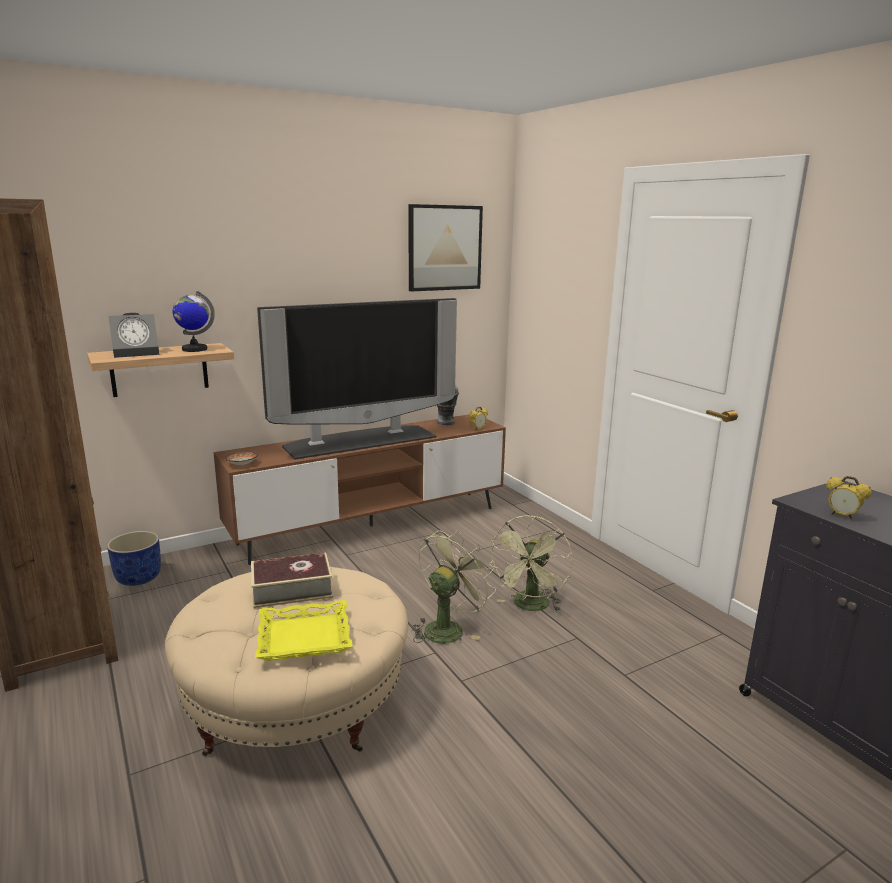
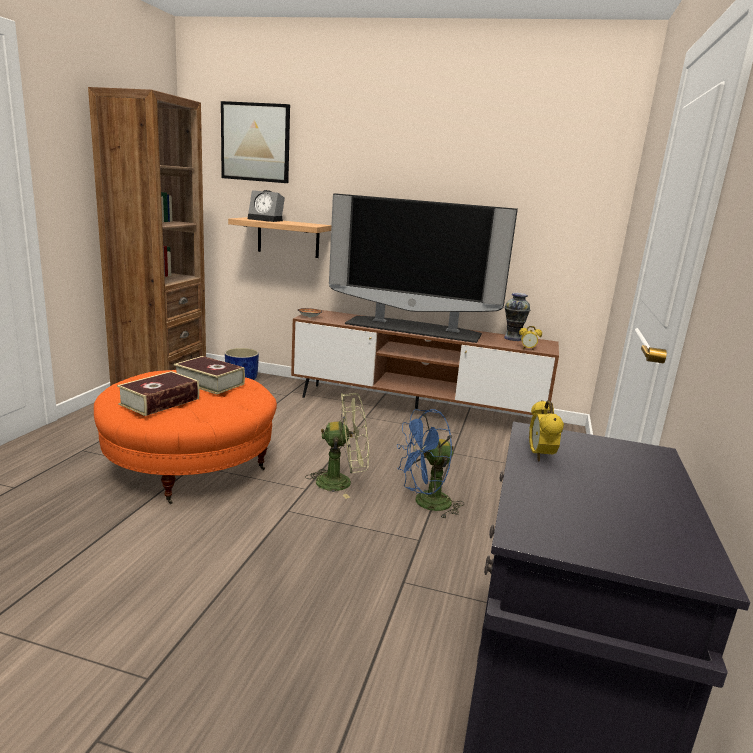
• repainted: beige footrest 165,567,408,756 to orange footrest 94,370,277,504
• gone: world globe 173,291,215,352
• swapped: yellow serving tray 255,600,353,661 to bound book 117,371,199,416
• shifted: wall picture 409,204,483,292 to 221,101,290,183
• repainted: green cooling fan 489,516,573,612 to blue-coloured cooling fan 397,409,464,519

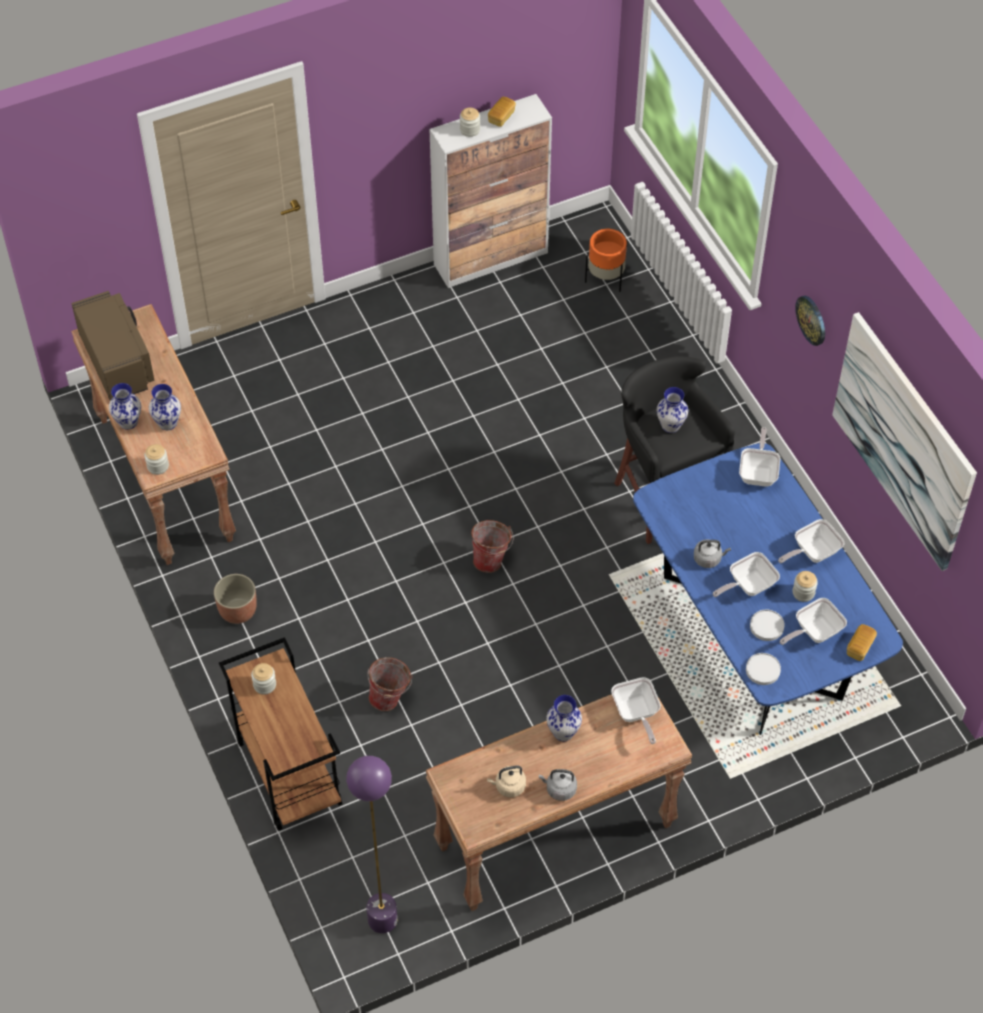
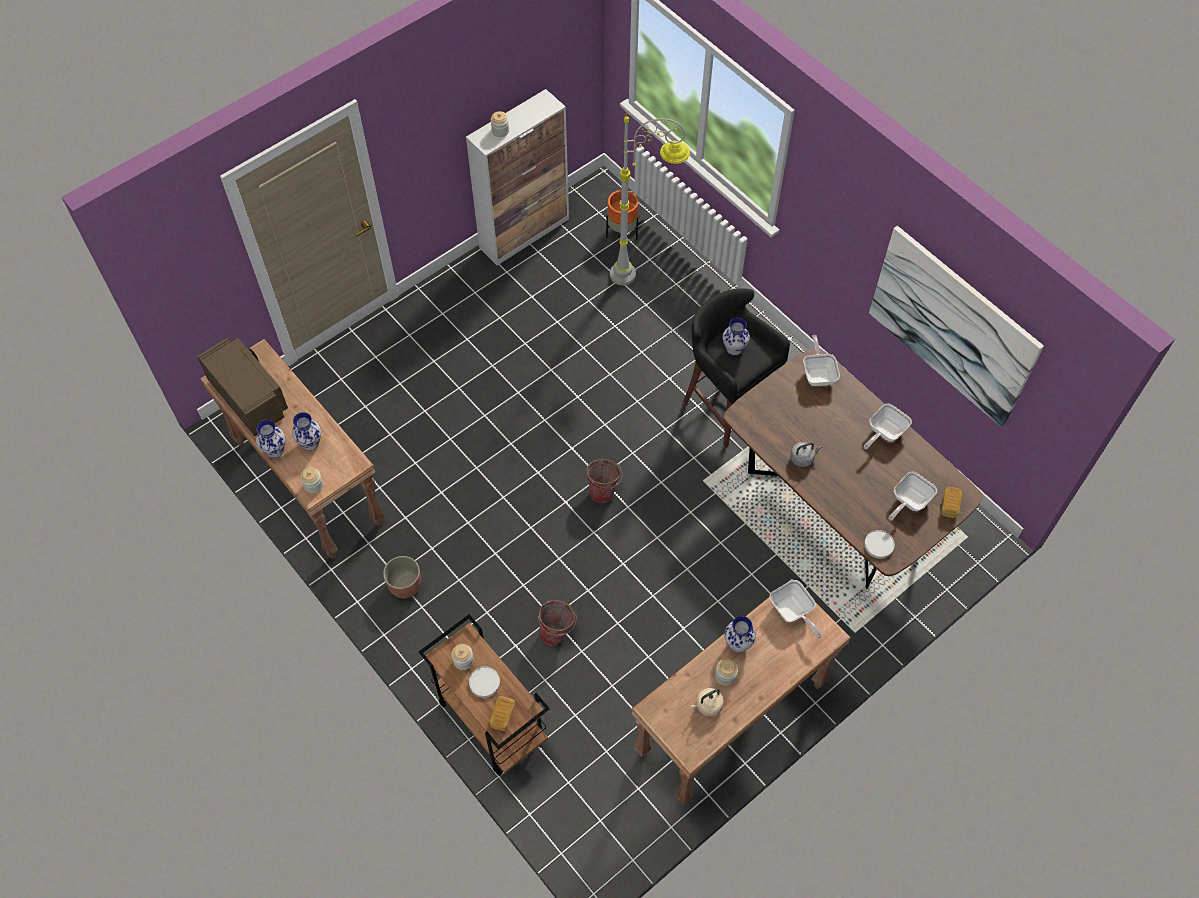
• gone: purple standard lamp 346,756,397,933
• shifted: baked bread 488,97,516,127 to 489,696,515,731
• gone: gray tea kettle 539,769,577,801
• repainted: blue-coloured dining table 633,443,903,735 to brownish dining table 724,348,982,589
• gone: frying pan 713,552,780,597
• shifted: white plate 750,610,785,641 to 469,667,500,698
• shifted: storage jar 793,571,818,602 to 715,659,738,686
• gone: hanging clock 795,296,825,346
• new: gray standard lamp 610,113,690,285

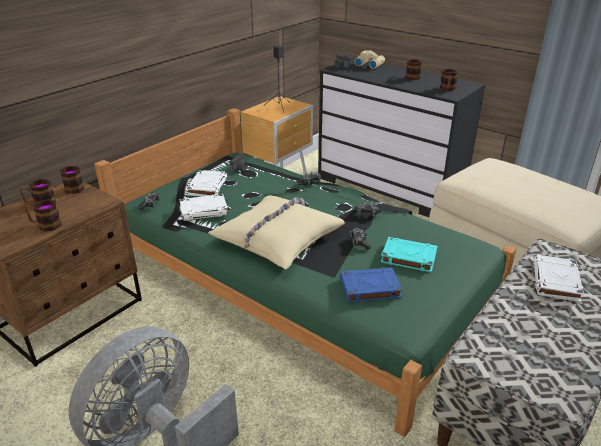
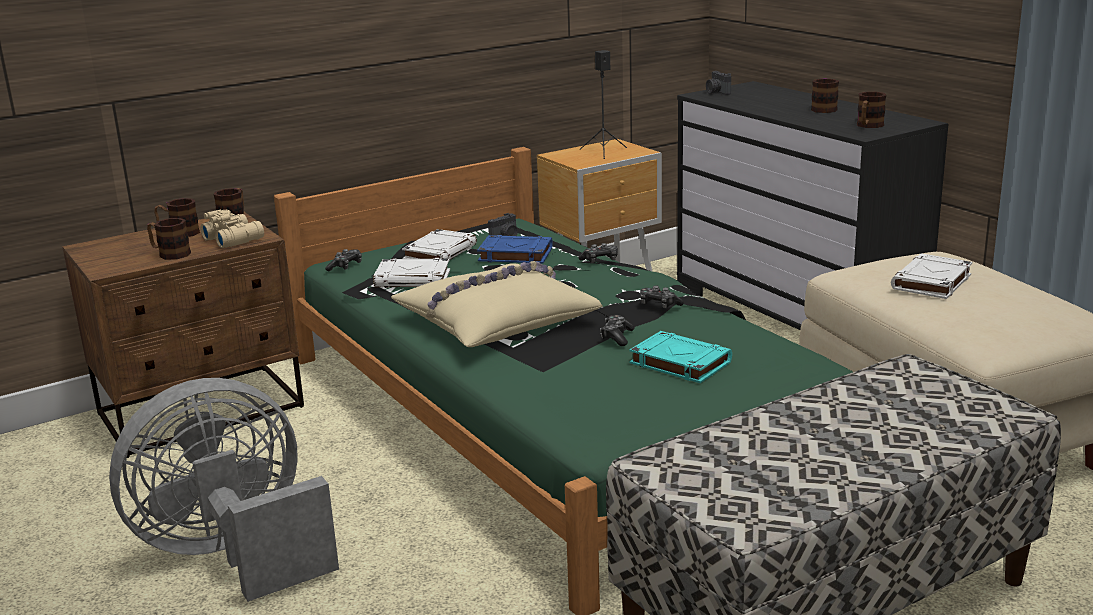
• shifted: blue-coloured bound book 340,267,403,302 to 477,235,553,264
• shifted: beige pair of binoculars 355,50,385,69 to 200,210,264,248
• shifted: white bound book 533,255,584,302 to 891,253,972,299

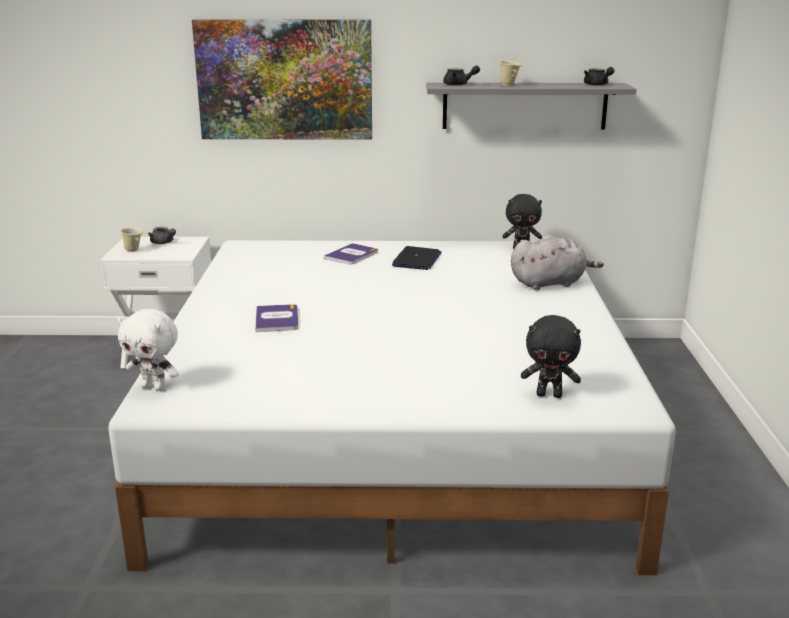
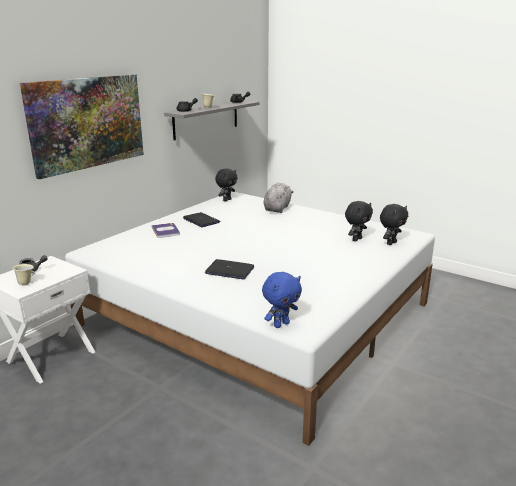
• repainted: white plush toy 117,309,179,391 to blue-coloured plush toy 262,272,302,328
• swapped: bound book 255,304,298,332 to notebook computer 205,259,254,280
• new: blackish plush toy 345,201,373,242

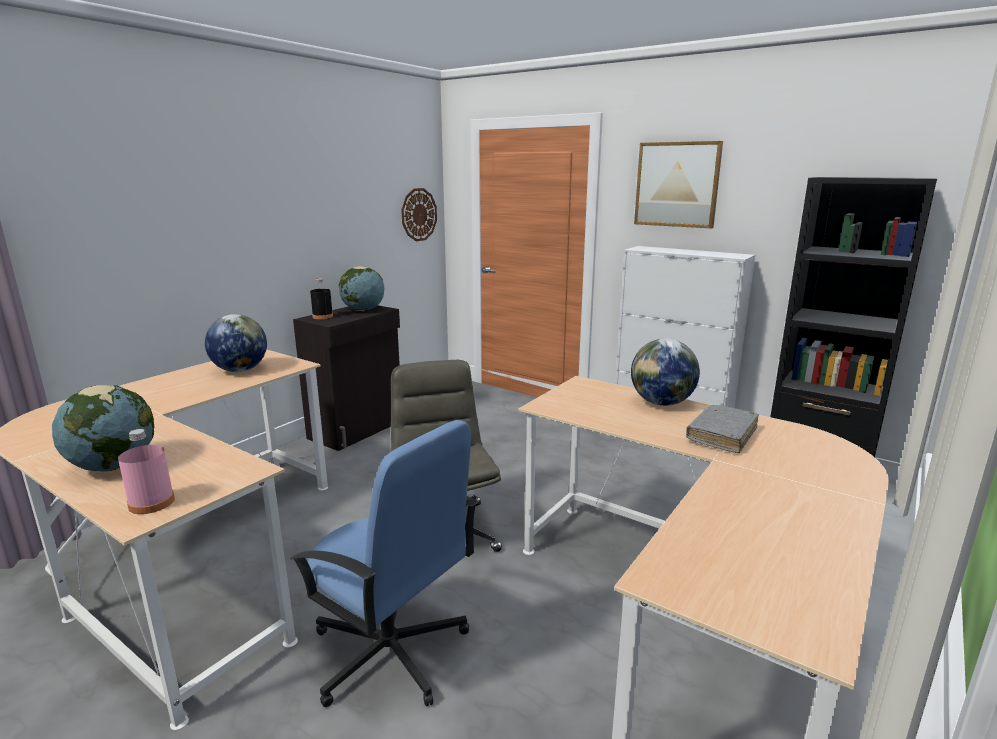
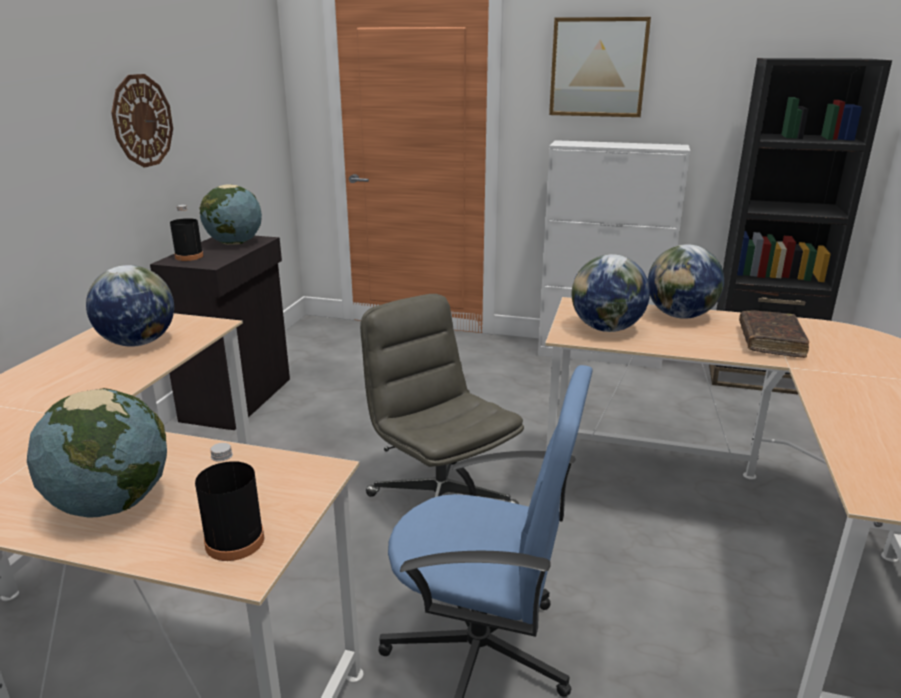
• repainted: pink beverage bottle 118,429,175,514 to blackish beverage bottle 195,443,264,561
• shifted: hanging clock 401,188,437,241 to 111,74,173,168
• repainted: gray bound book 686,405,759,453 to brownish bound book 739,310,809,358
• new: world globe 572,254,650,332

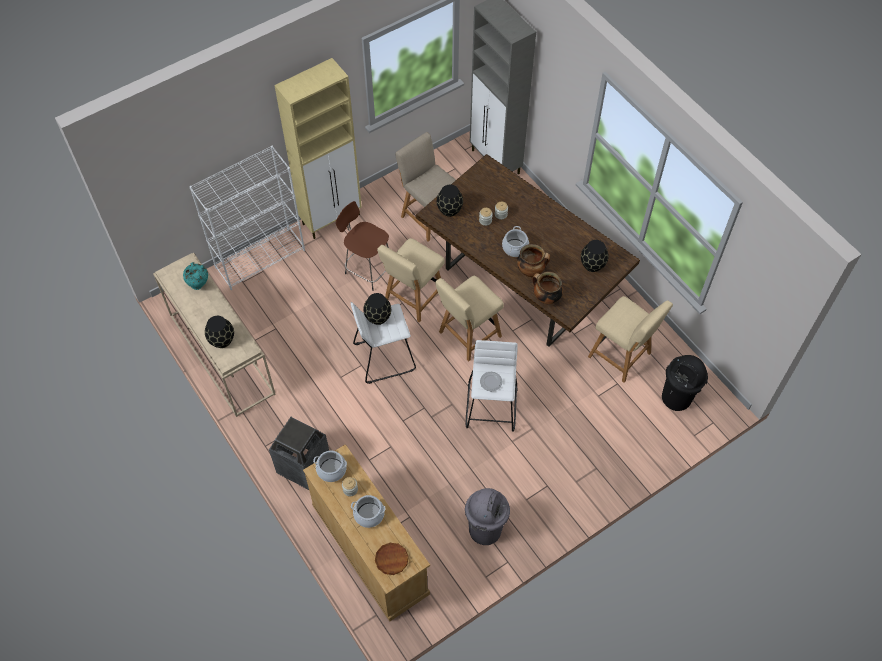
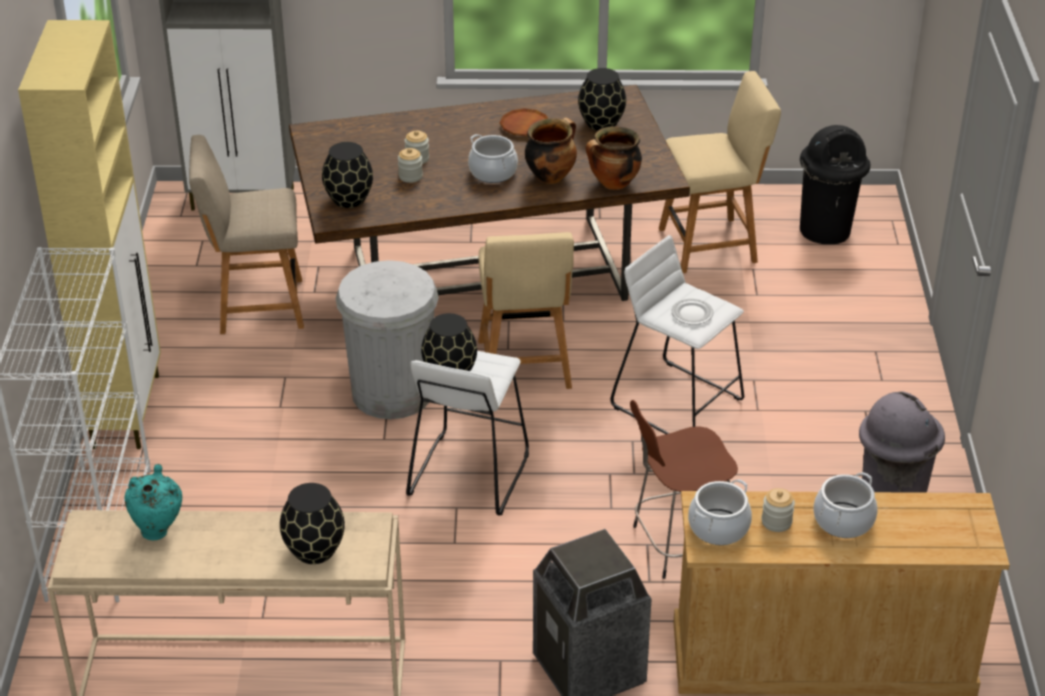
• shifted: brownish stool 336,201,389,291 to 630,400,738,579
• shifted: brownish plate 375,543,409,575 to 500,109,548,137
• swapped: beige plain chair 377,238,445,323 to white rubbish bin 336,260,439,419

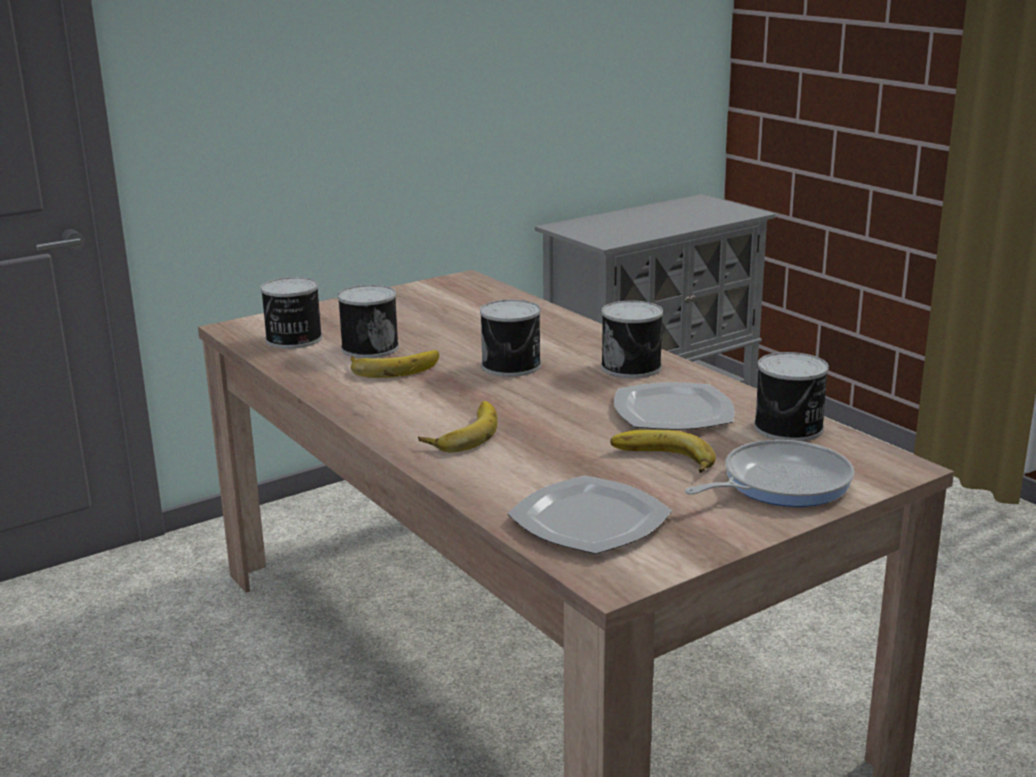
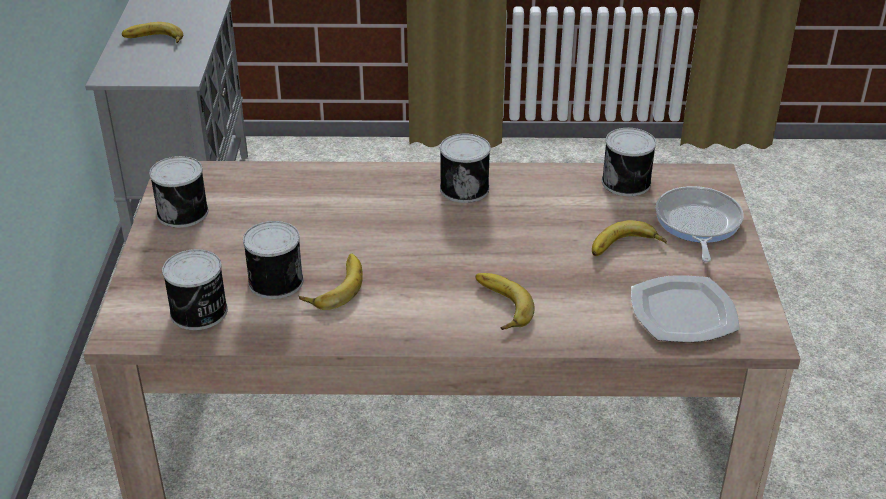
• shifted: can 480,299,541,377 to 149,156,209,228
• gone: plate 614,382,734,430
• new: banana fruit 122,22,183,43

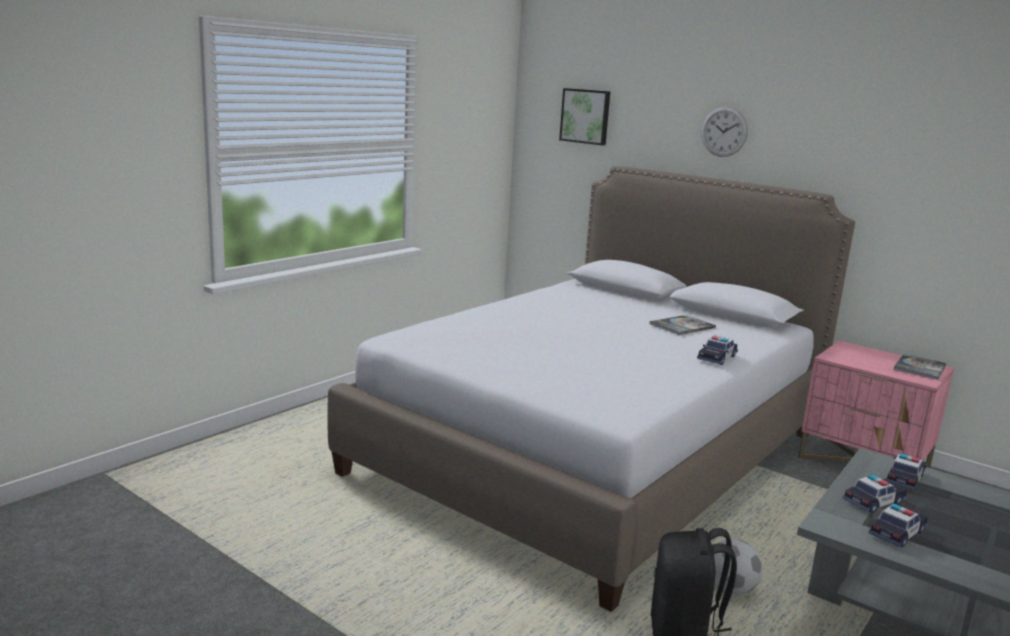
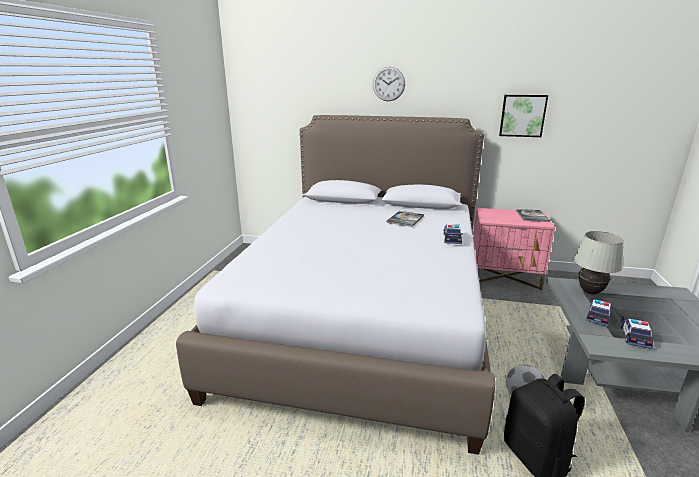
• shifted: wall picture 559,88,610,145 to 499,95,548,137
• swapped: toy car 886,454,926,491 to white tabletop lamp 574,231,624,295

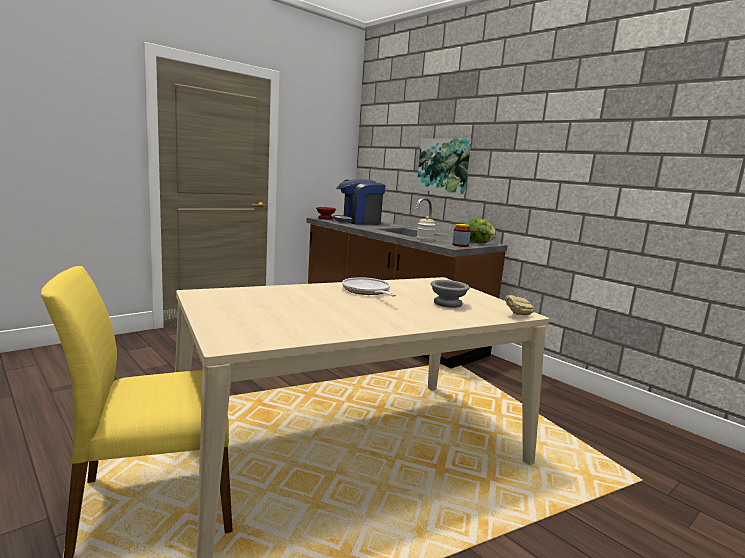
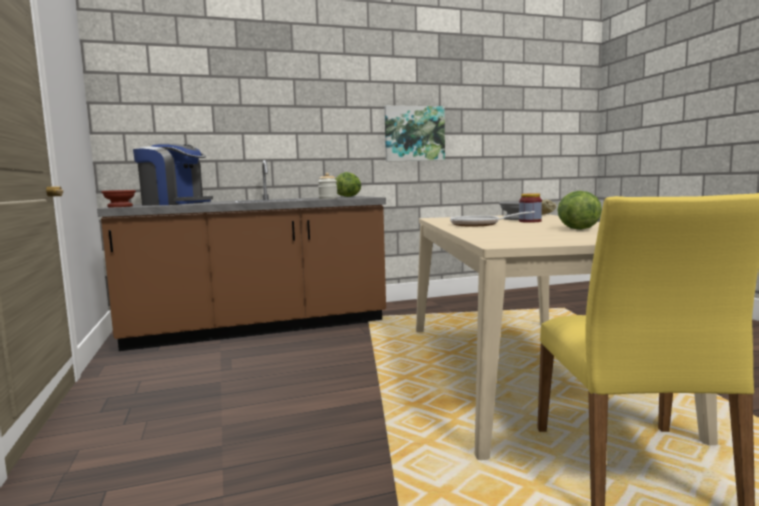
• rotated: coffee brewer 333,179,385,225 = 133,143,213,205 75 degrees counterclockwise
• shifted: wall picture 417,138,471,195 to 384,105,445,161
• shifted: storage jar 452,224,471,247 to 519,193,542,223
• new: head of lettuce 558,191,602,230

